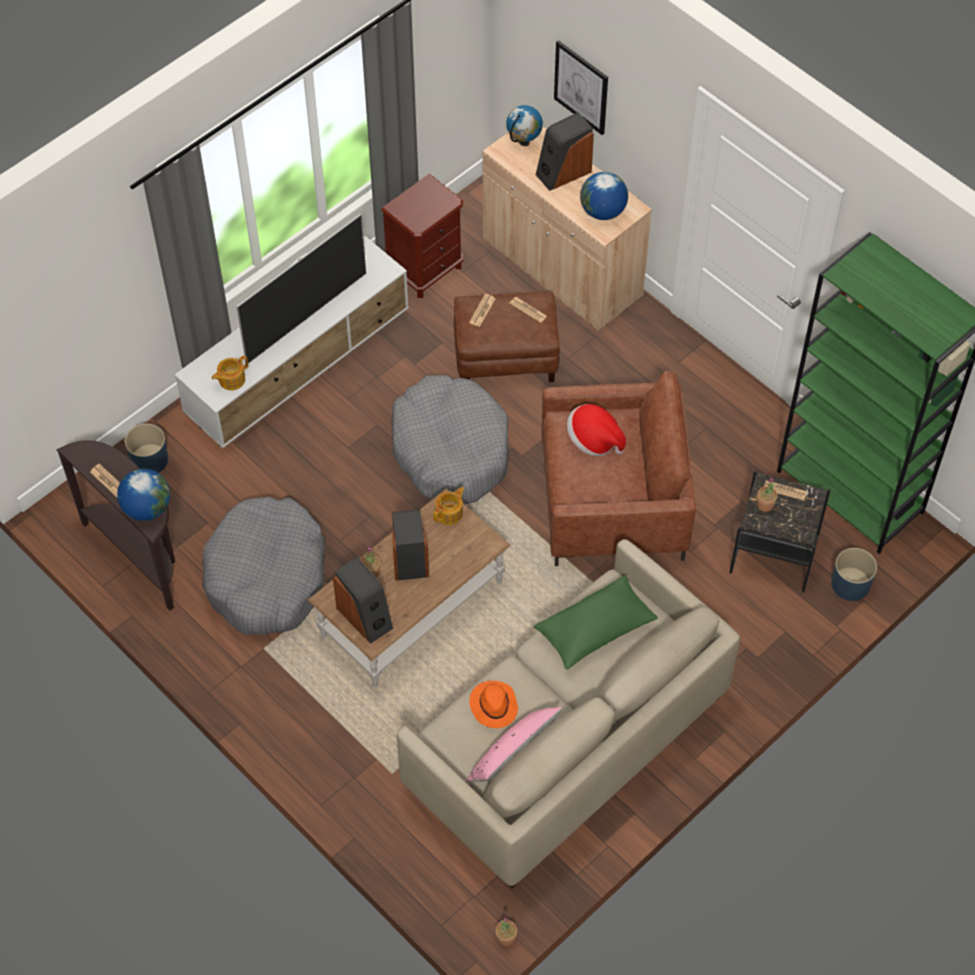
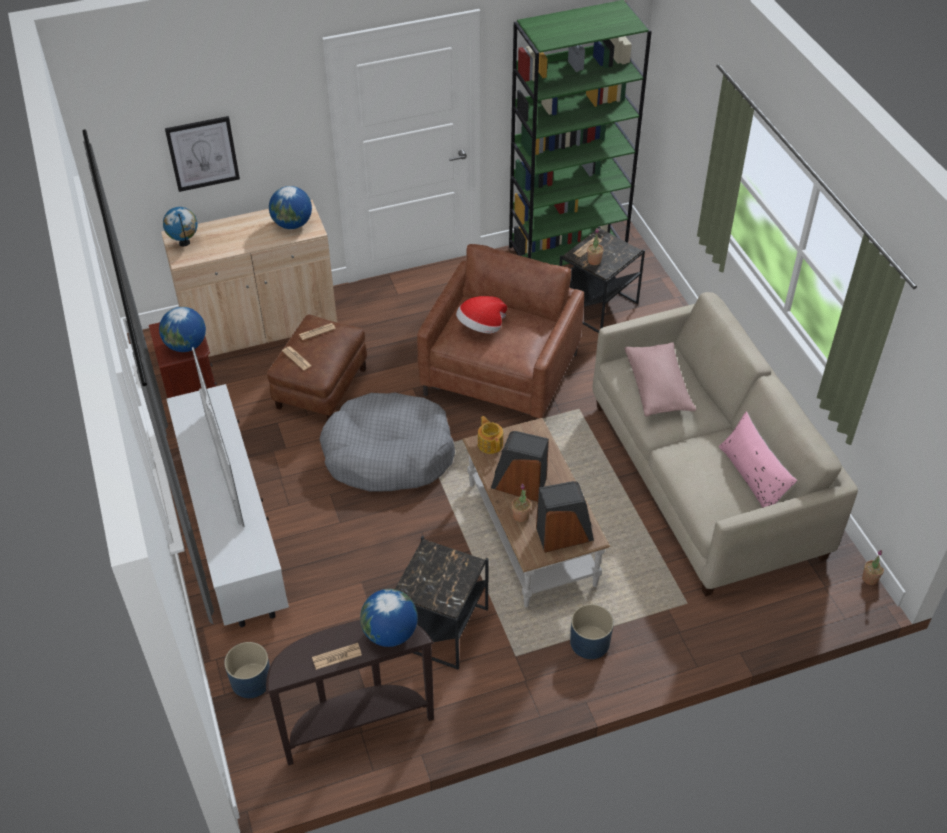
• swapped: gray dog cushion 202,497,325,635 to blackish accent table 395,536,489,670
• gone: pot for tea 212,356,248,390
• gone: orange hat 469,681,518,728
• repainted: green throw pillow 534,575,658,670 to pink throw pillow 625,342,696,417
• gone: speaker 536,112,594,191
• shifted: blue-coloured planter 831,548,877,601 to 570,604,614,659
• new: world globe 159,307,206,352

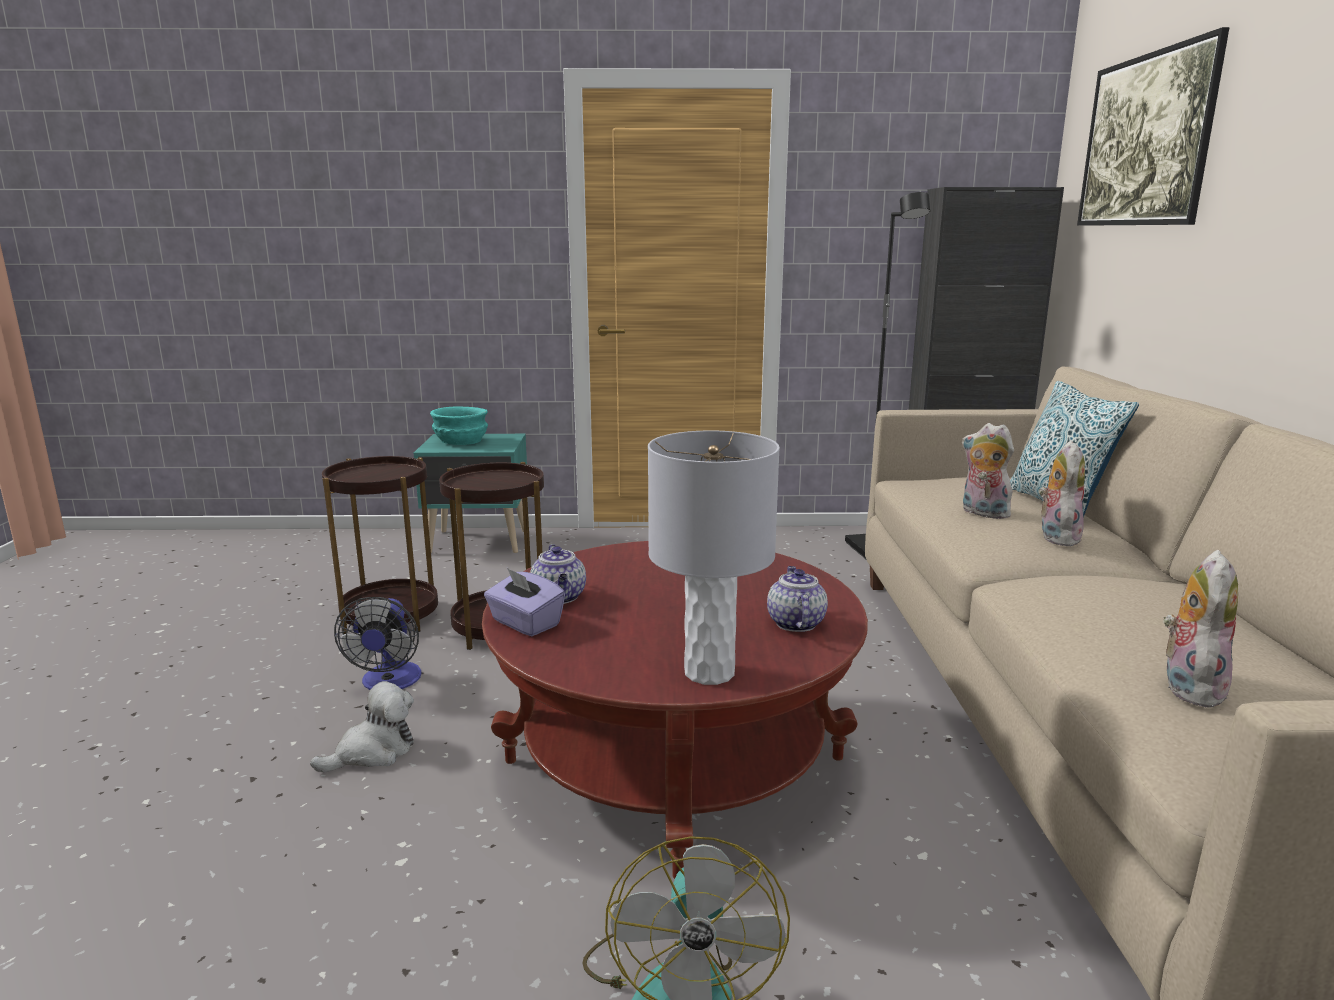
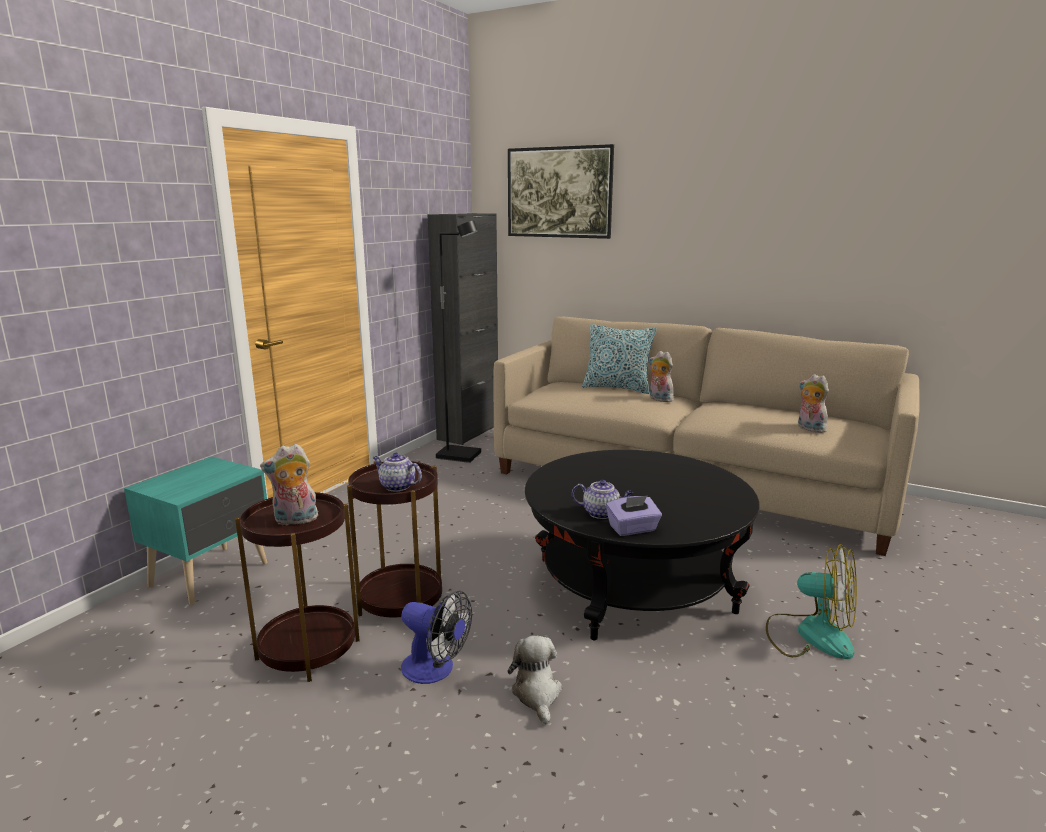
• gone: blue-green deep dish 430,406,488,445
• repainted: red coffee table 482,541,868,879 to blackish coffee table 525,450,759,640
• gone: gray tabletop lamp 648,430,780,685
• shifted: pot for tea 767,566,828,632 to 372,453,422,492
• shifted: plush toy 962,423,1014,519 to 260,444,319,526

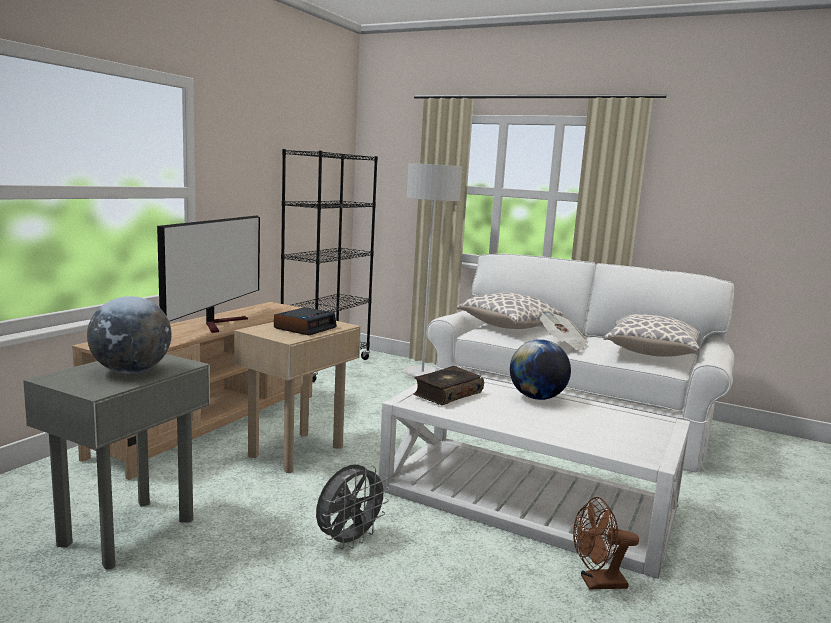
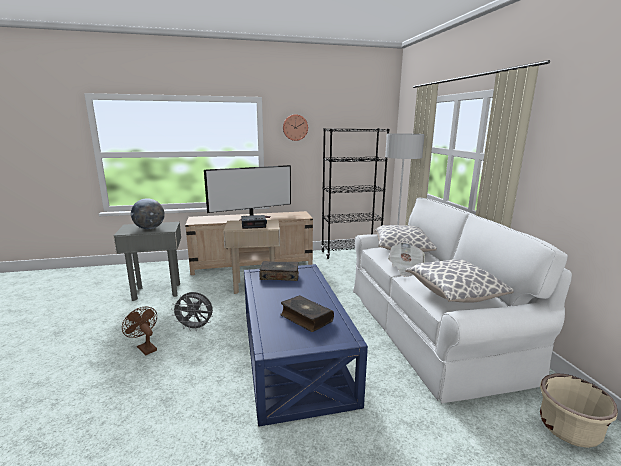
• repainted: white coffee table 379,378,690,579 to blue-coloured coffee table 244,264,368,427
• gone: world globe 510,339,571,400
• shifted: brownish cooling fan 573,497,639,590 to 122,307,157,356
• new: bound book 280,295,334,332
• new: hanging clock 283,114,308,141
• new: beige planter 540,373,618,448

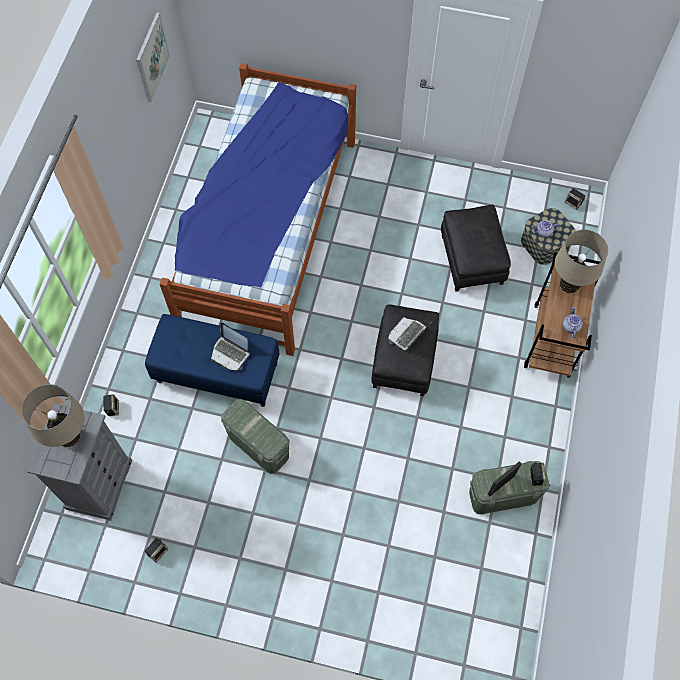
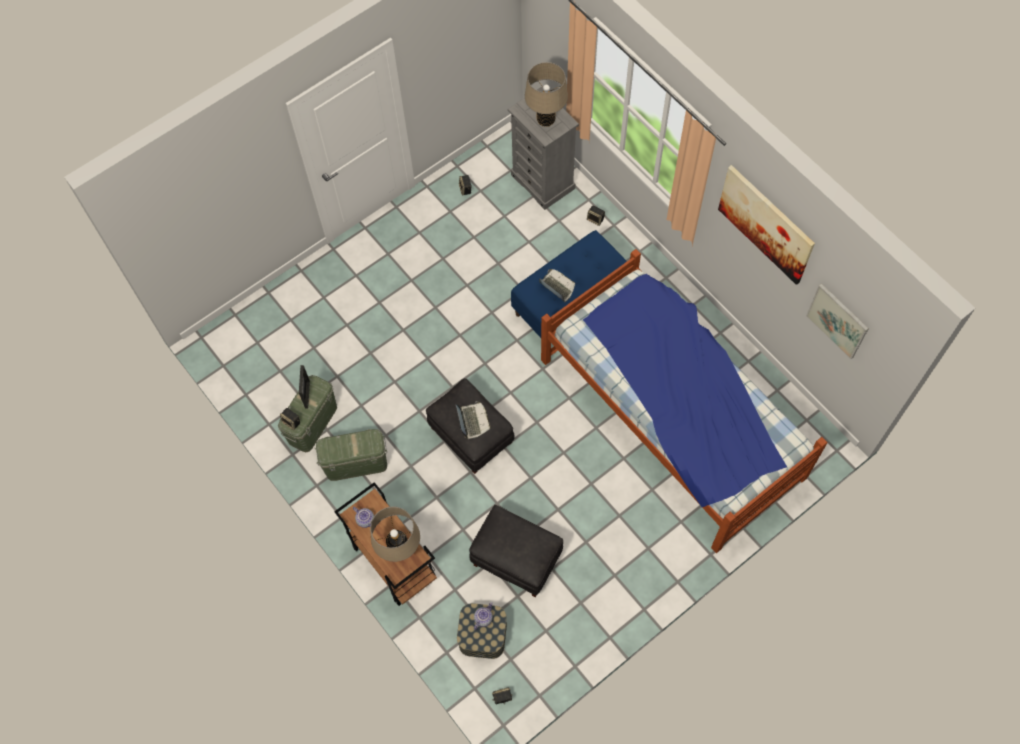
• rotated: notebook computer 211,322,250,370 = 539,269,575,302 60 degrees clockwise
• shifted: green storage bin 221,399,290,474 to 315,429,387,481
• new: wall picture 718,165,815,285

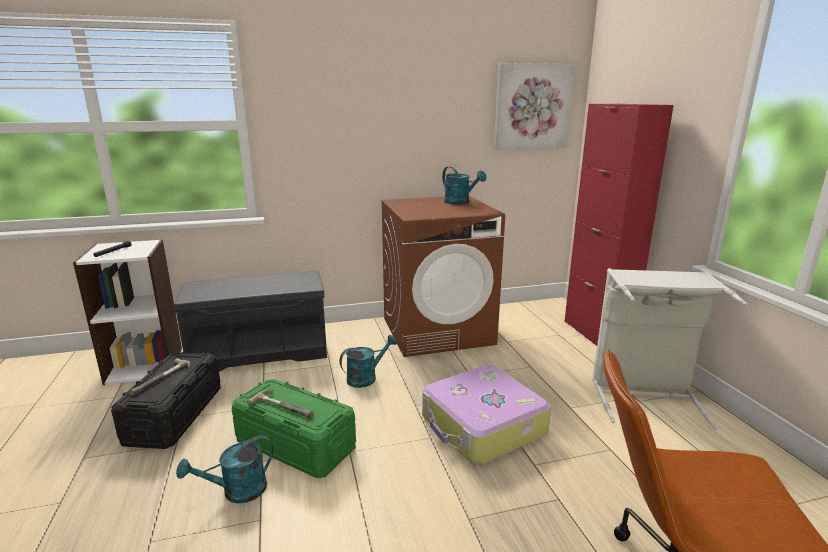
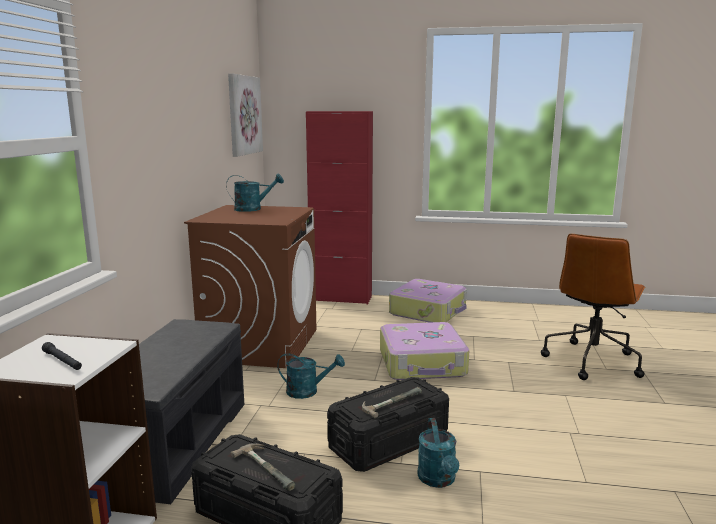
• repainted: green storage bin 232,379,356,478 to blackish storage bin 327,377,449,472
• rotated: blue-green sprinkling can 340,335,397,388 = 277,353,345,399 105 degrees clockwise
• swapped: gray hamper 592,268,747,429 to piece of luggage 389,279,467,323

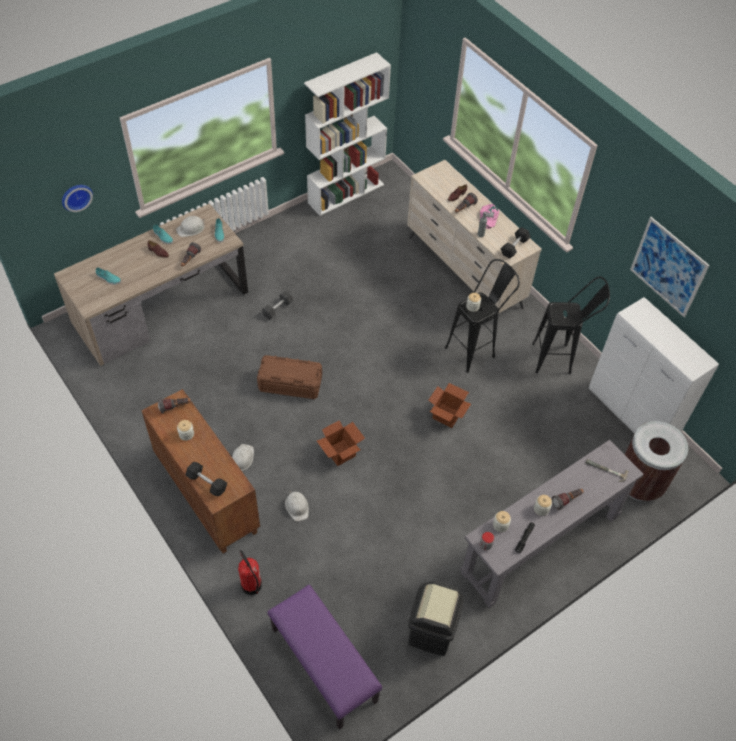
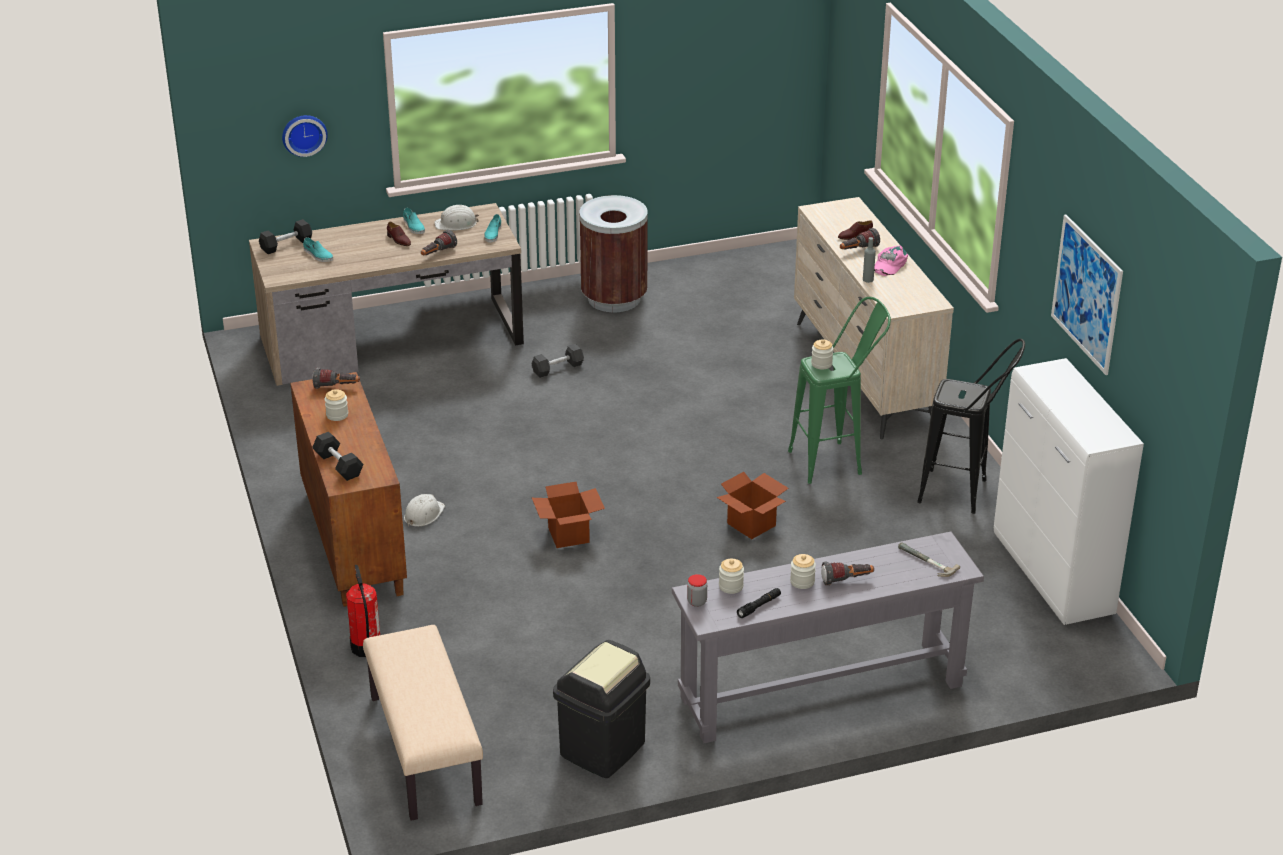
• gone: brownish storage bin 257,355,322,399
• repainted: purple bench 267,585,382,729 to beige bench 363,625,483,821
• gone: white work helmet 285,492,309,522
• gone: white shelving unit 304,52,391,216
• repainted: blackish stool 445,259,520,373 to green stool 788,297,891,484
• shifted: blackish free weight 501,227,531,259 to 259,219,312,254
• shifted: brownish rubbish bin 625,421,688,501 to 580,195,648,312

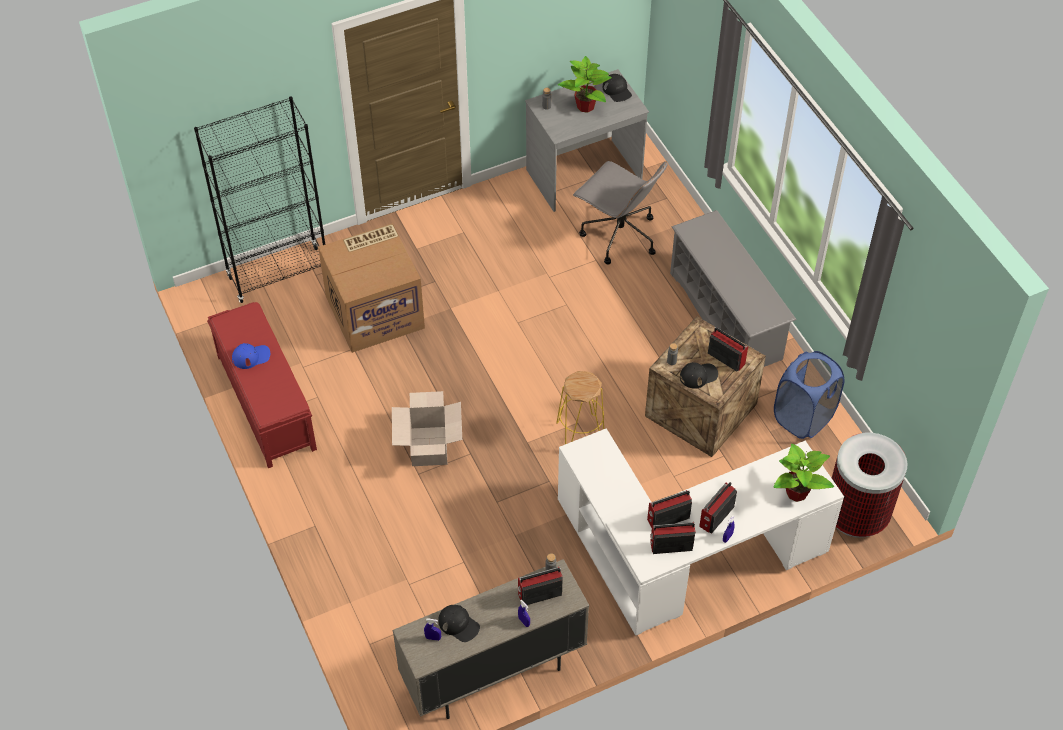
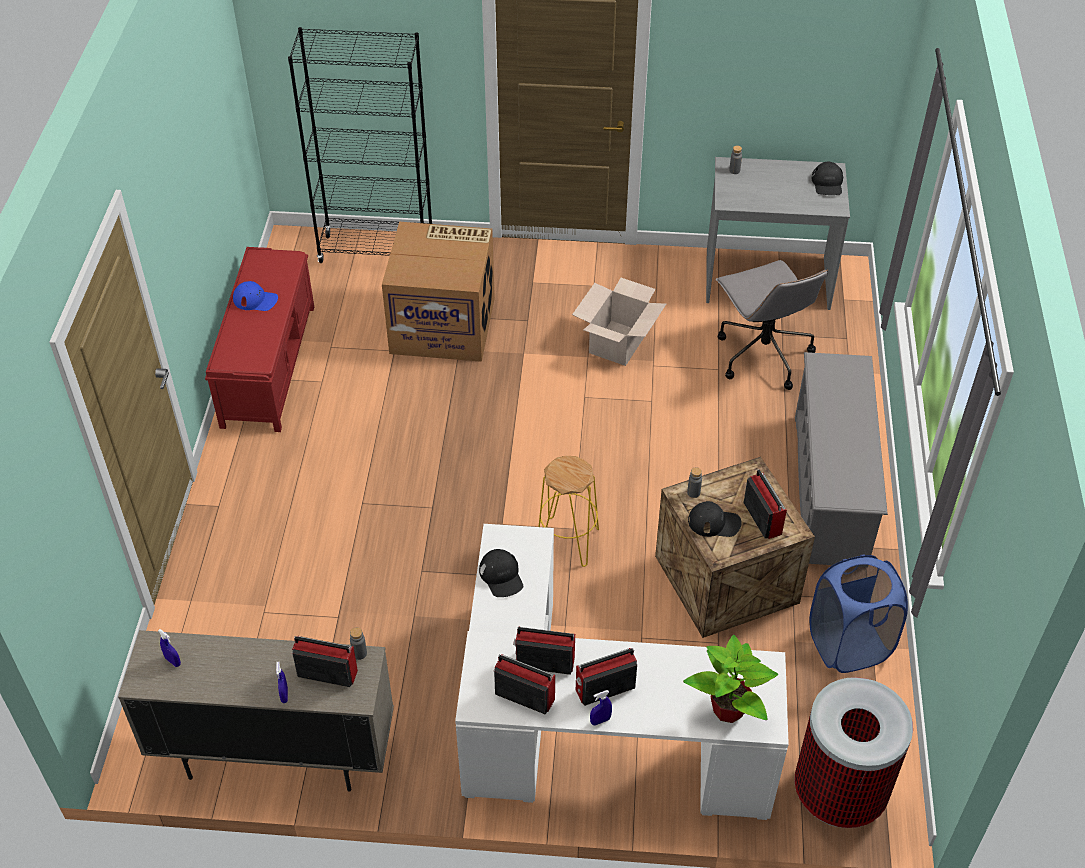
• shifted: carton 392,391,462,466 to 572,278,666,366
• shifted: blackish cap 438,605,480,642 to 479,549,523,597
• gone: houseplant 558,56,612,113

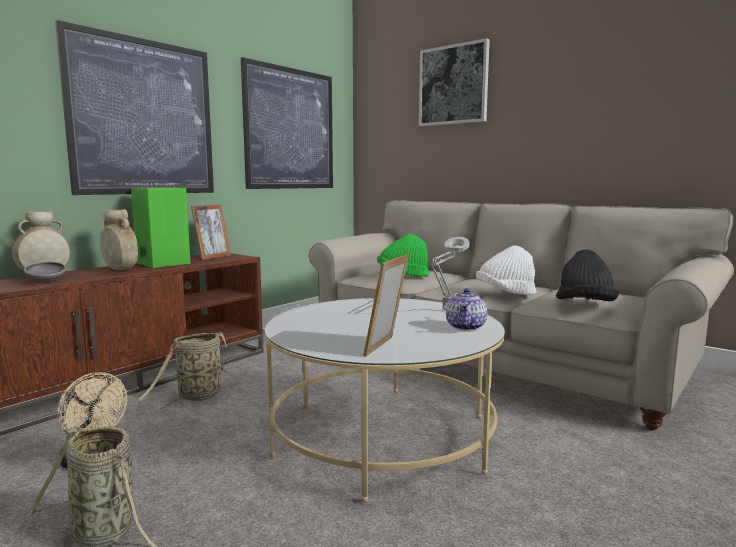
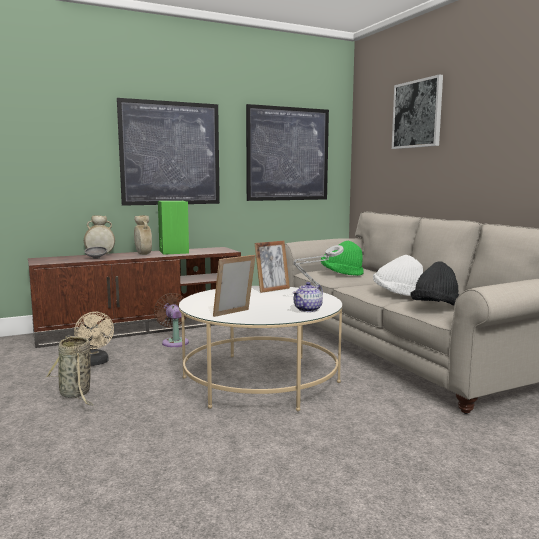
• swapped: basket 136,332,239,411 to brownish cooling fan 154,293,189,347
• shifted: standing frame 191,204,231,260 to 254,241,290,293

